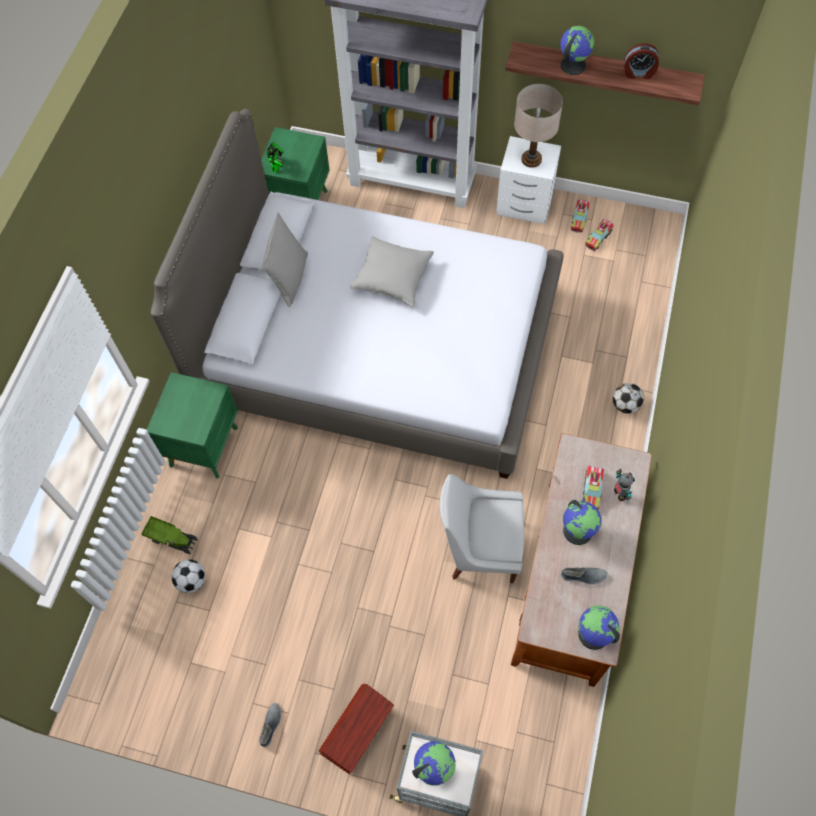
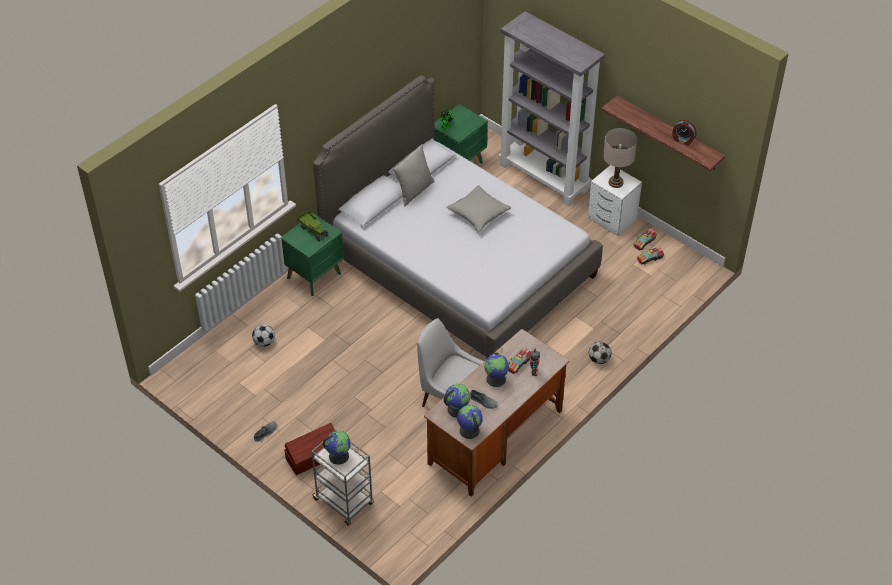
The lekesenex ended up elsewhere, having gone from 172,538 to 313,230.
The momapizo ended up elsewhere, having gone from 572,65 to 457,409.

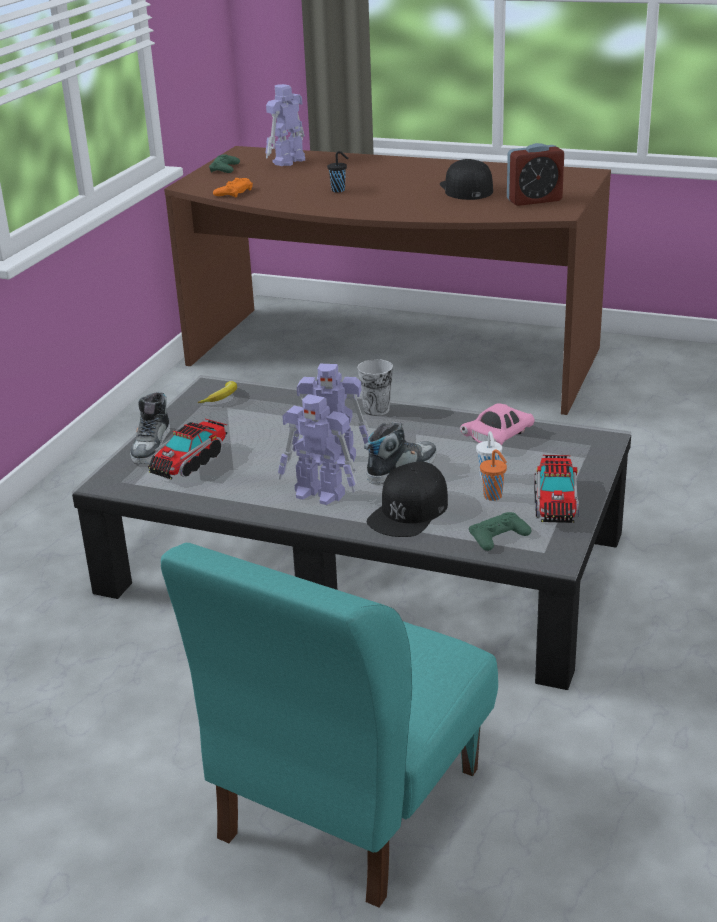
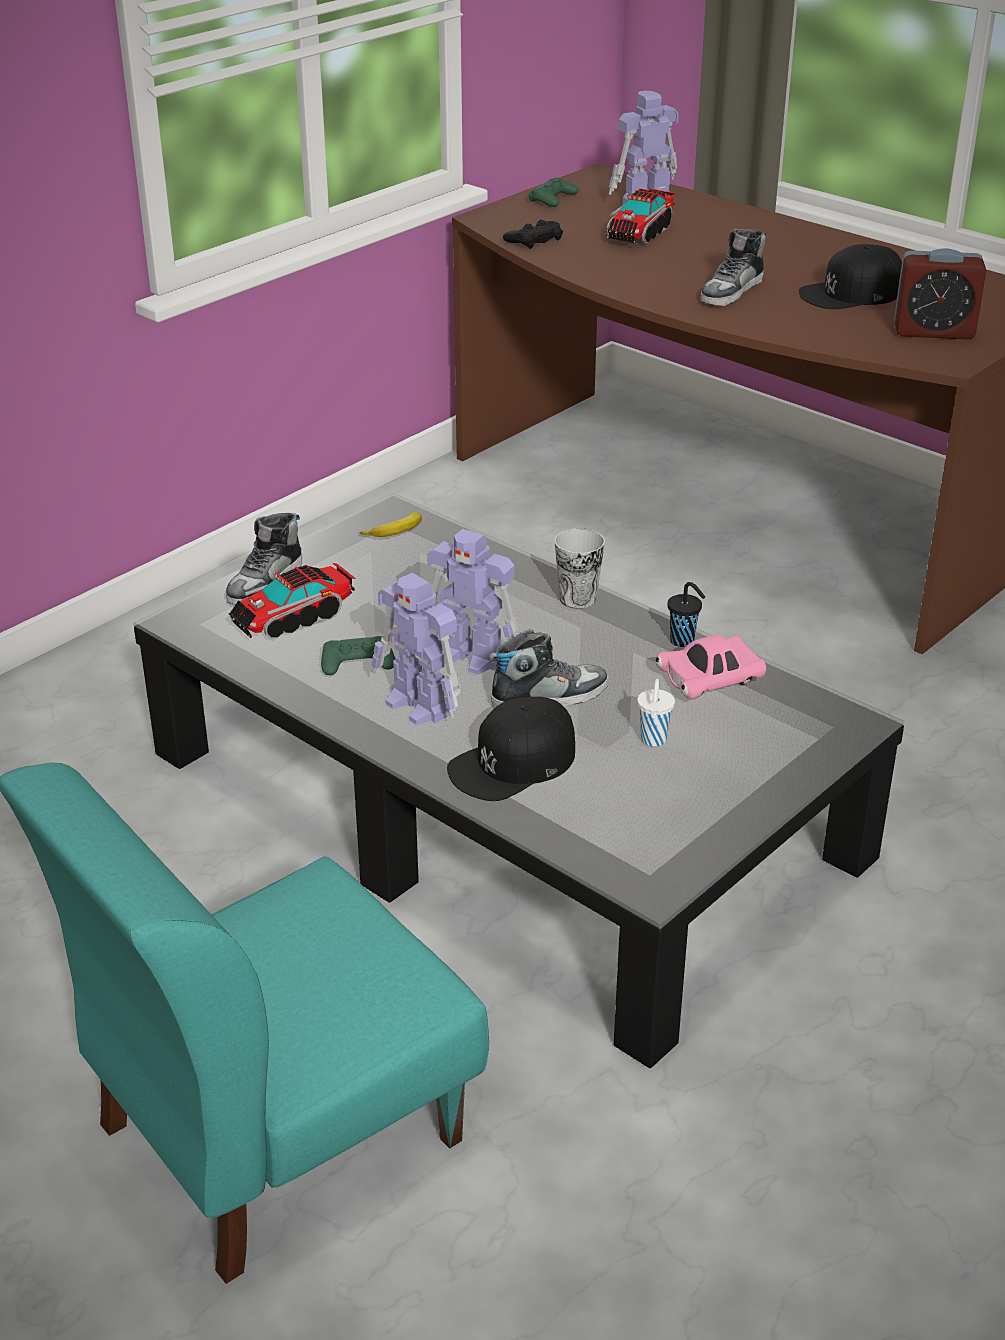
The second view lost the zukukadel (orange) at 493,496.
The second view gained the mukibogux at 732,291.
The zukukadel (black) ended up elsewhere, having gone from 339,190 to 683,641.
The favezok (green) ended up elsewhere, having gone from 498,536 to 357,662.
The lekesenex ended up elsewhere, having gone from 555,503 to 640,233.
What was the favezok (orange) at 233,192 turned into the favezok (black) at 534,240.
The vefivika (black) at 465,189 ended up facing another way, 120 degrees counterclockwise from before.

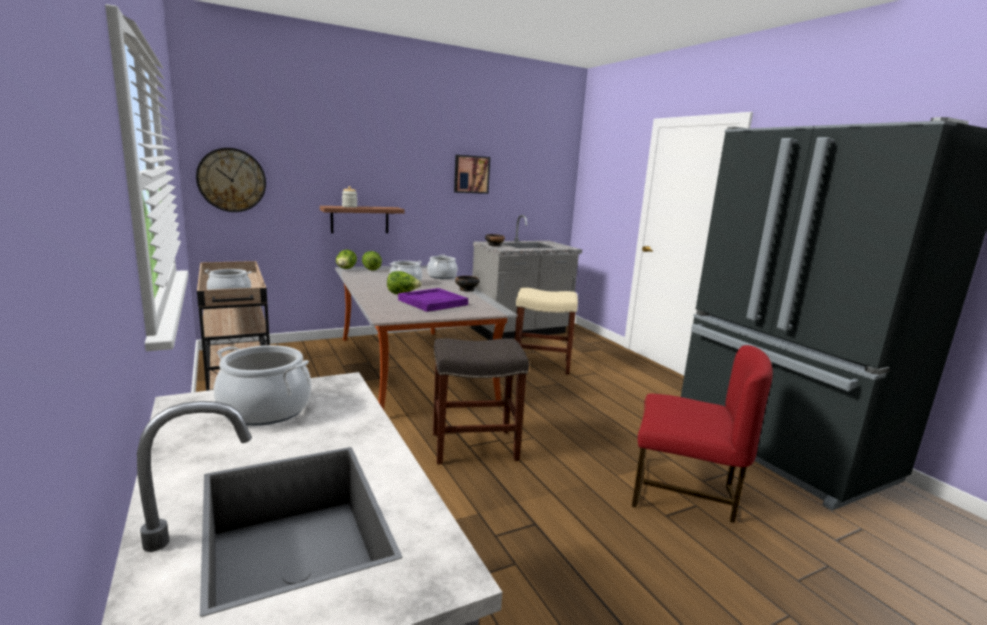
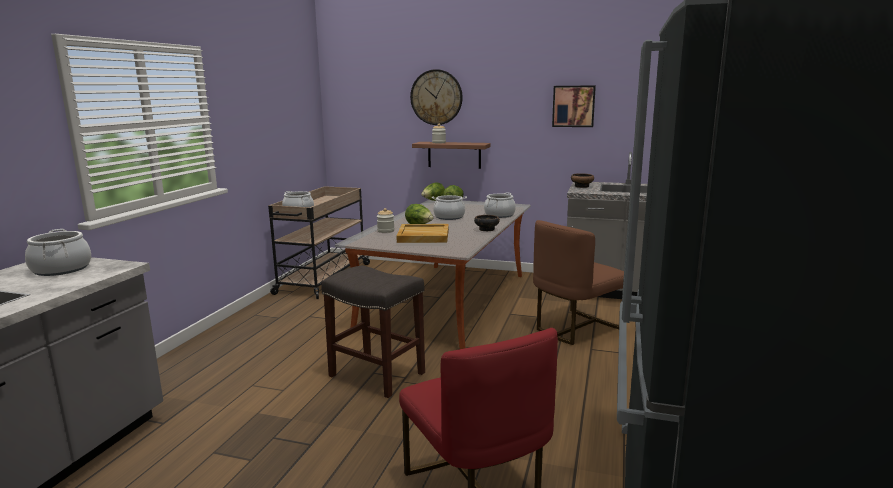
The second view gained the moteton at 385,231.
The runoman ended up elsewhere, having gone from 231,180 to 436,97.
Where the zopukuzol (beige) stood at 540,364, the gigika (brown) came to stand at 575,328.
What was the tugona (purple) at 432,302 turned into the tugona (beige) at 423,236.

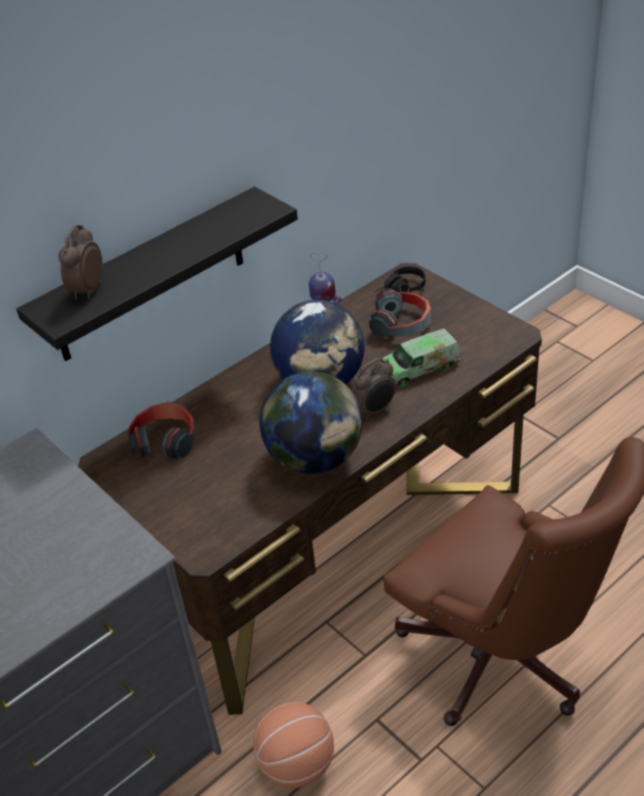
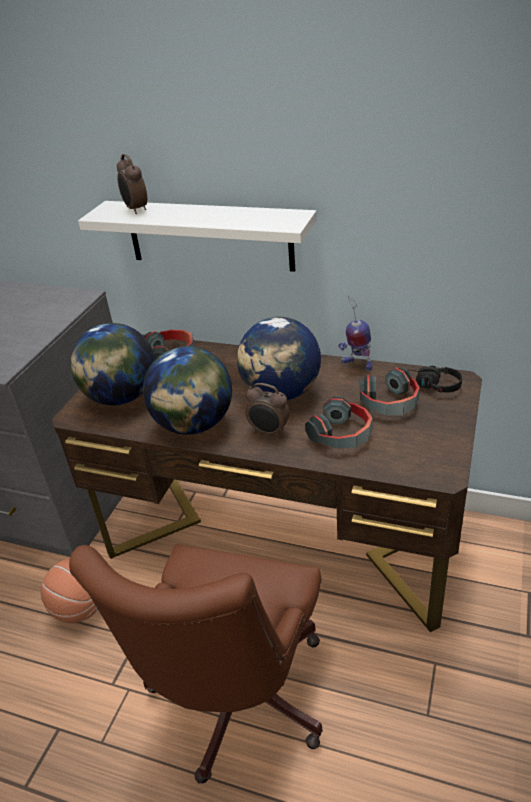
The second view gained the momapizo at 121,397.
Where the lekesenex stood at 420,368, the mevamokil came to stand at 342,435.
What was the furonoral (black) at 150,276 turned into the furonoral (white) at 209,235.
The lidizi at 87,291 ended up facing another way, 105 degrees counterclockwise from before.

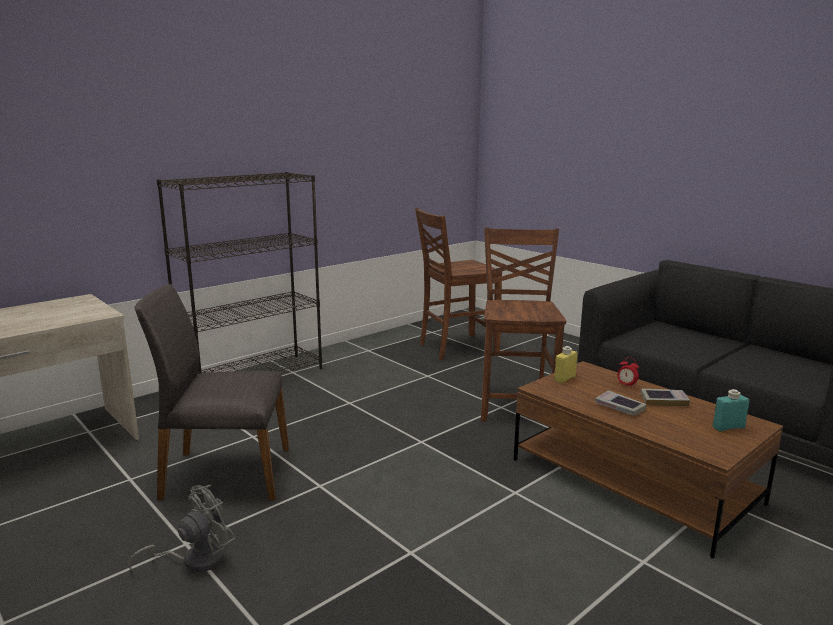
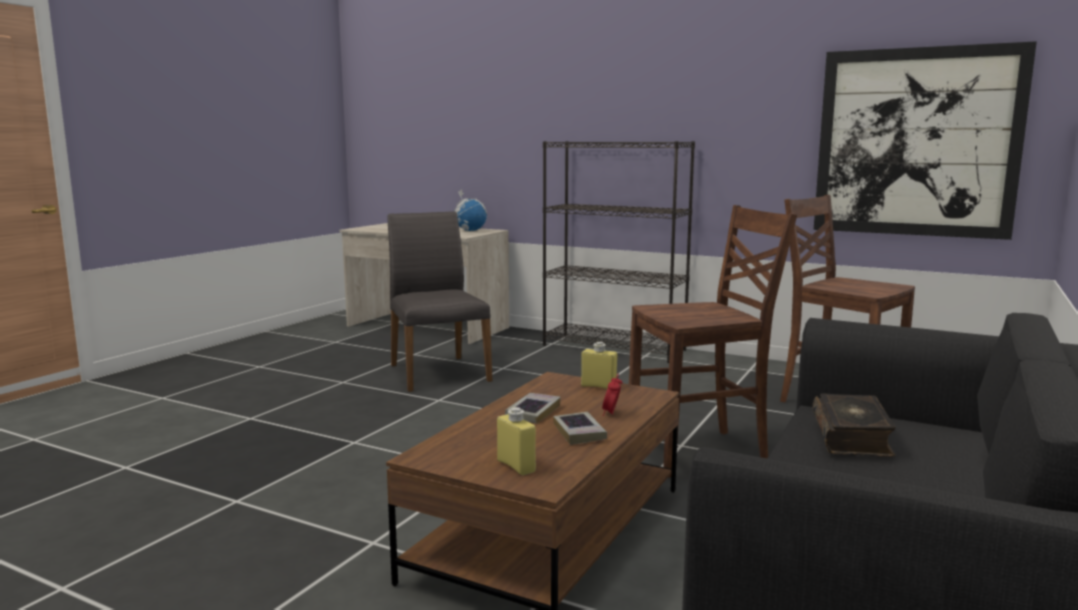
The second view lost the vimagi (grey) at 195,560.
The second view gained the momapizo at 470,231.
The second view gained the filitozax at 852,437.
The second view gained the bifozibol at 916,143.
What was the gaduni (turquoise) at 728,427 turned into the gaduni (yellow) at 516,466.

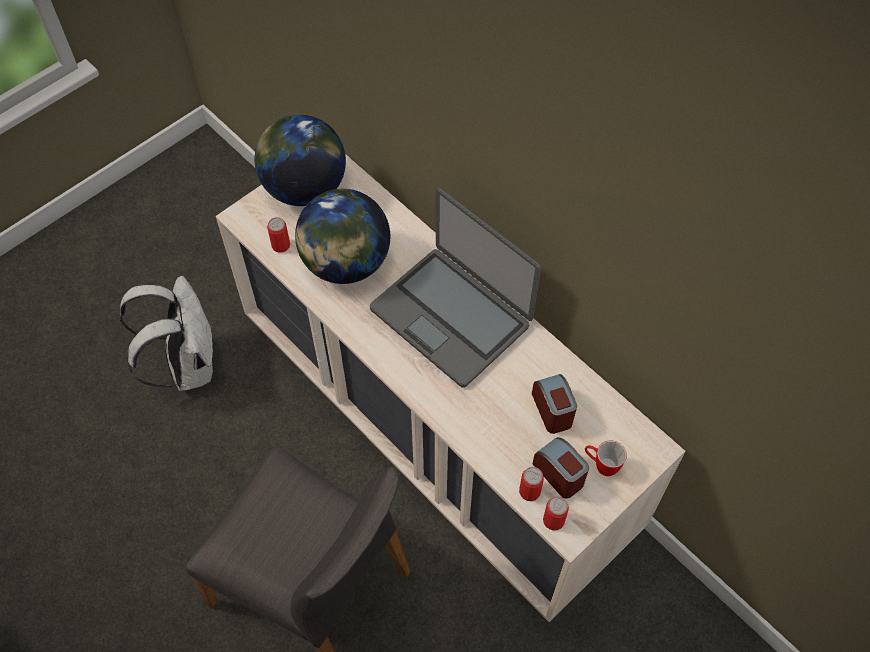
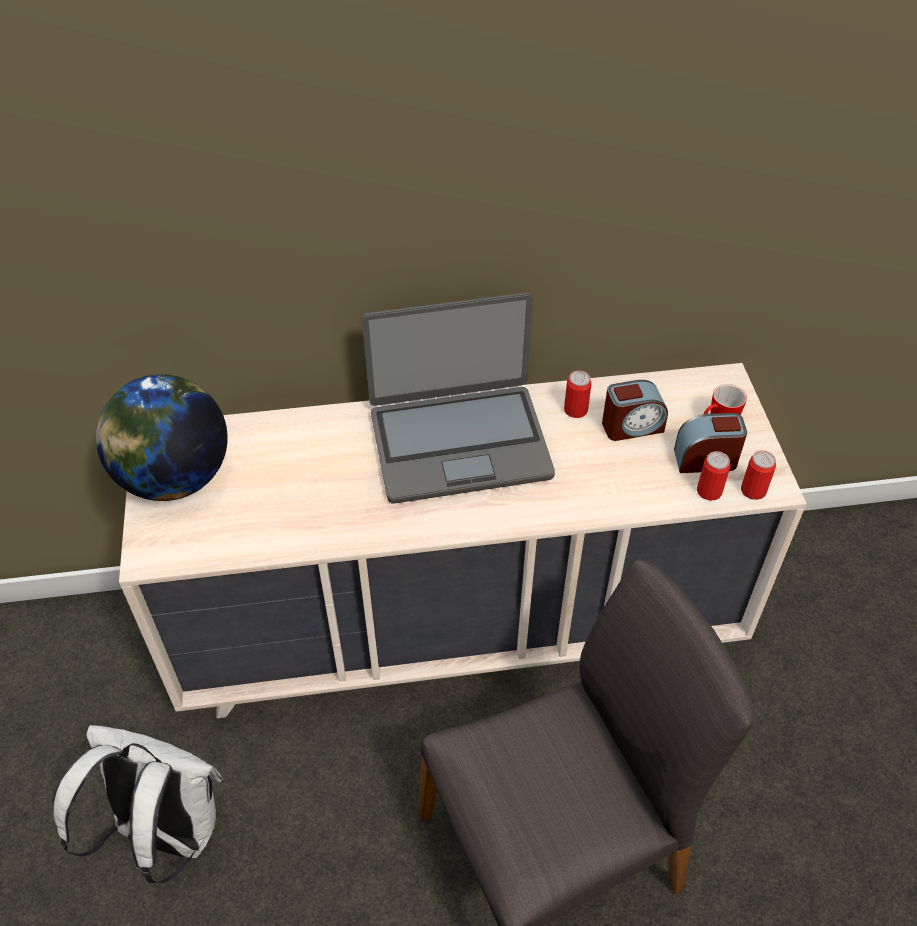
The second view lost the momapizo at 346,263.
The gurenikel ended up elsewhere, having gone from 281,245 to 575,410.
The lidizi at 553,410 ended up facing another way, 150 degrees clockwise from before.

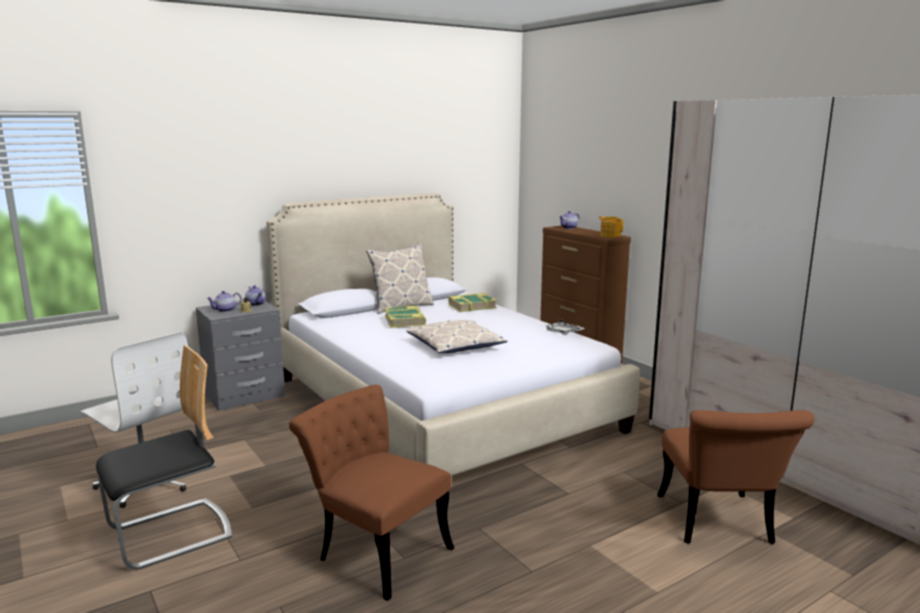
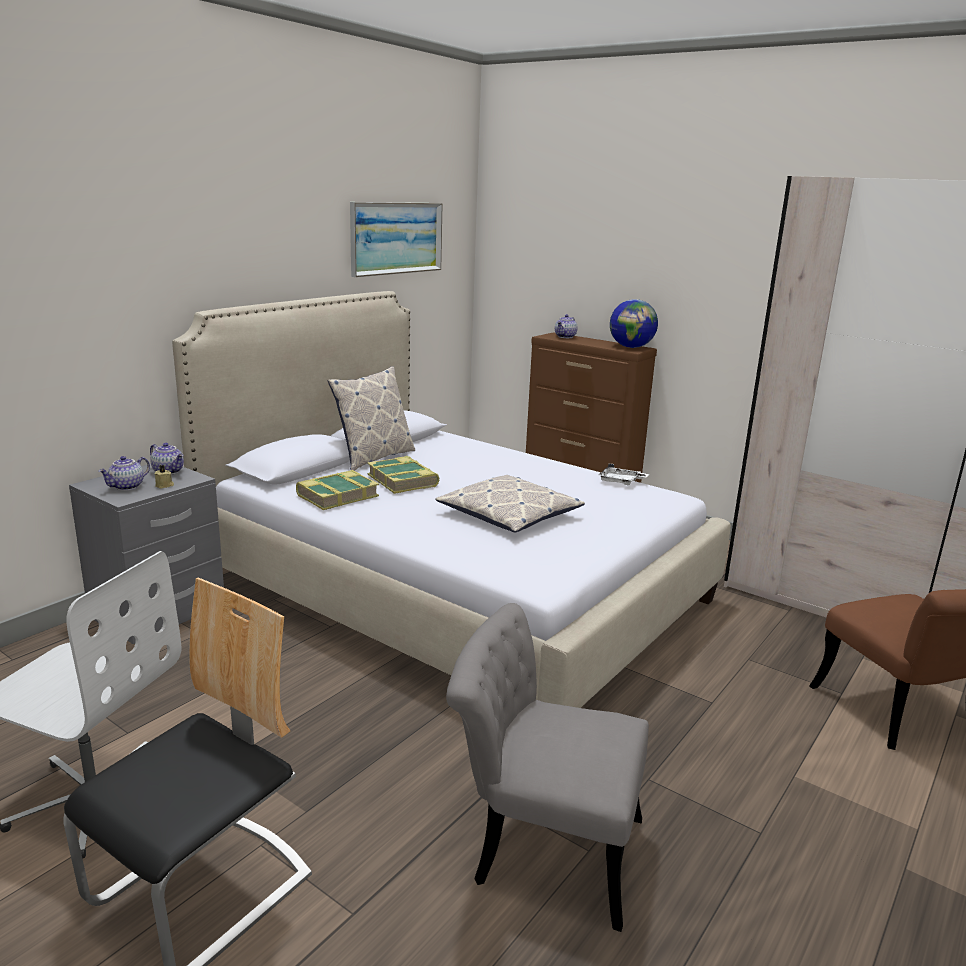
The second view gained the bifozibol at 396,238.
The filitozax ended up elsewhere, having gone from 472,306 to 337,496.
Where the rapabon stood at 610,235, the momapizo came to stand at 631,347.
What was the gigika (brown) at 375,550 turned into the gigika (grey) at 541,846.

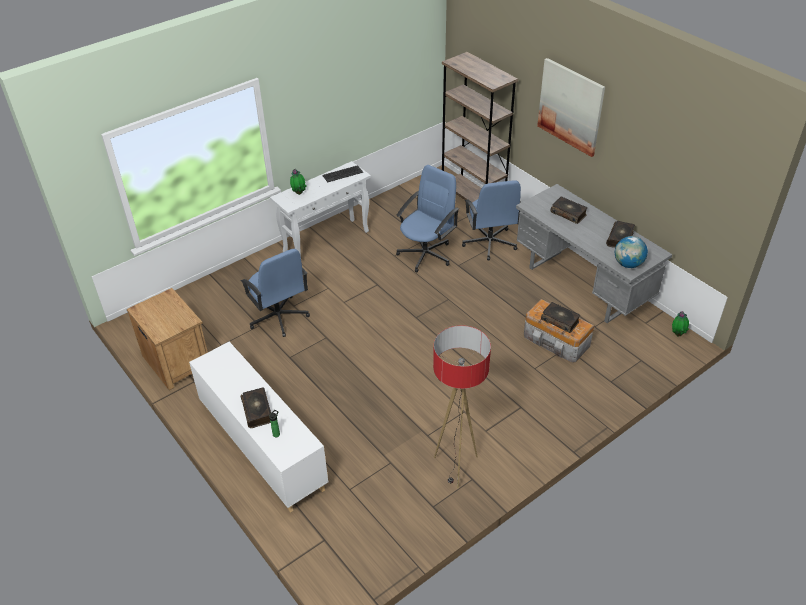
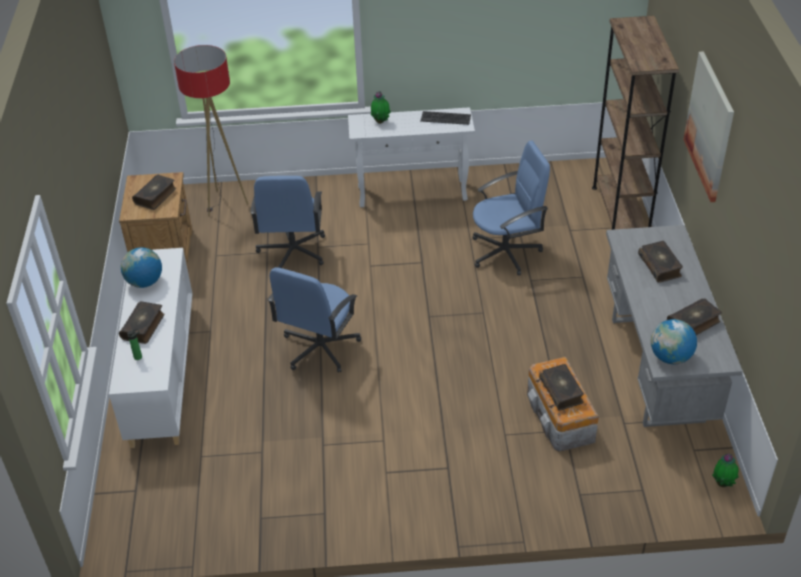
The second view gained the momapizo at 144,282.
The second view gained the filitozax at 156,196.
The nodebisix ended up elsewhere, having gone from 456,467 to 224,203.
The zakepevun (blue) ended up elsewhere, having gone from 489,243 to 319,348.

